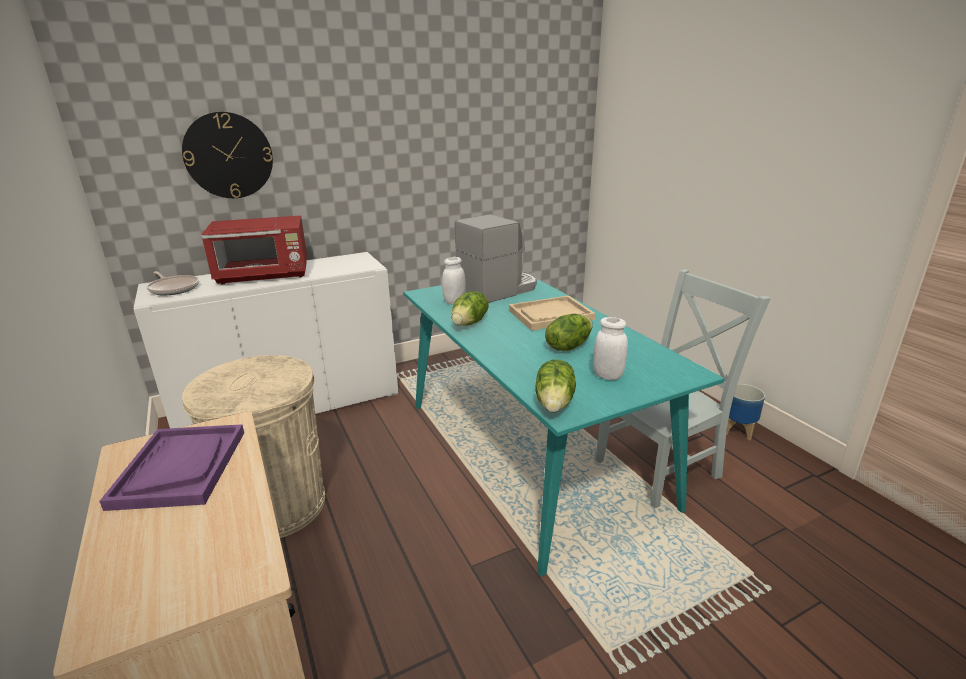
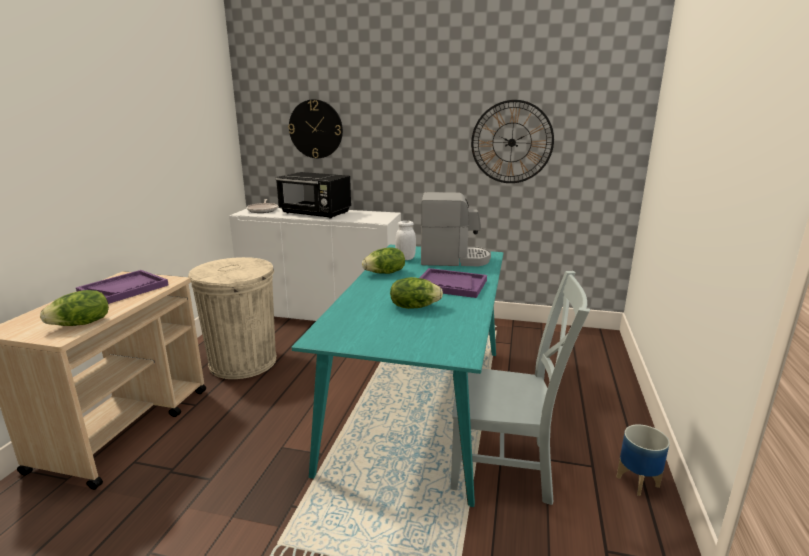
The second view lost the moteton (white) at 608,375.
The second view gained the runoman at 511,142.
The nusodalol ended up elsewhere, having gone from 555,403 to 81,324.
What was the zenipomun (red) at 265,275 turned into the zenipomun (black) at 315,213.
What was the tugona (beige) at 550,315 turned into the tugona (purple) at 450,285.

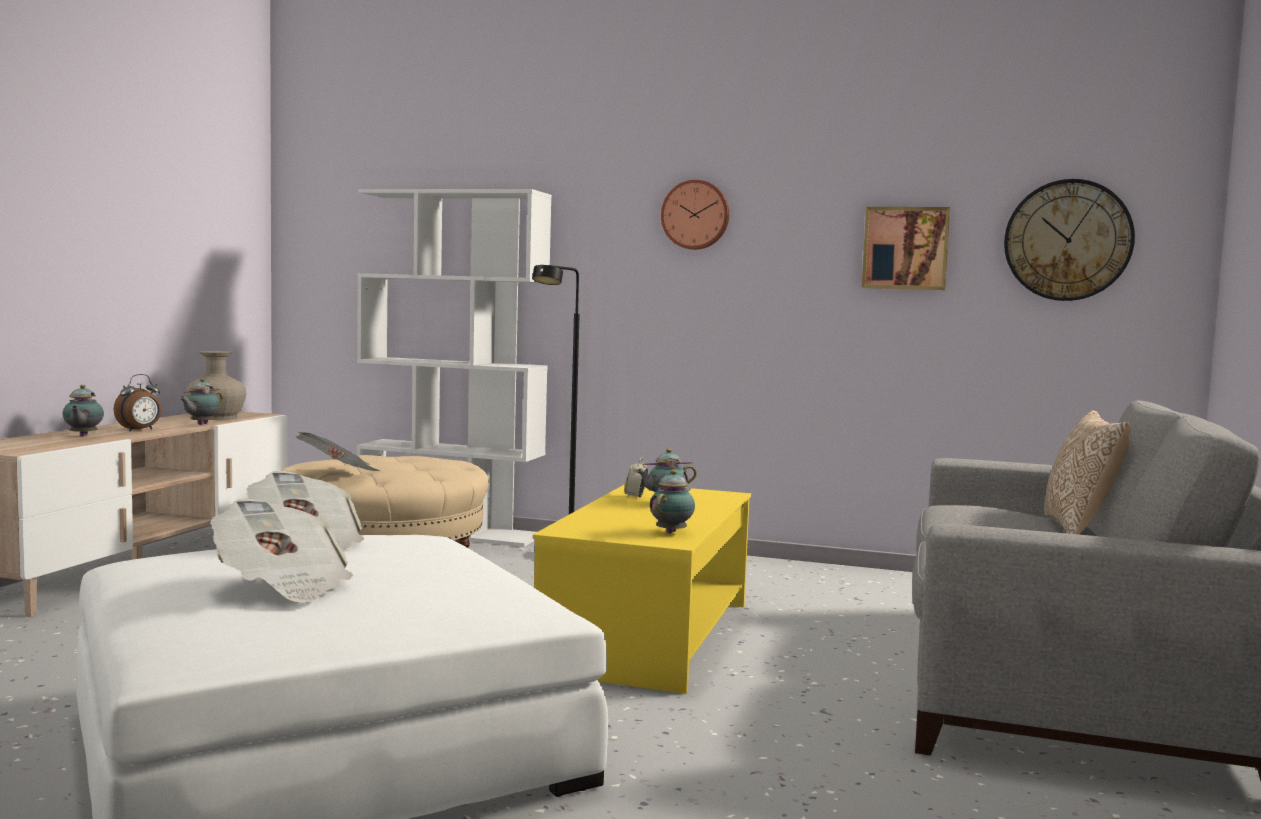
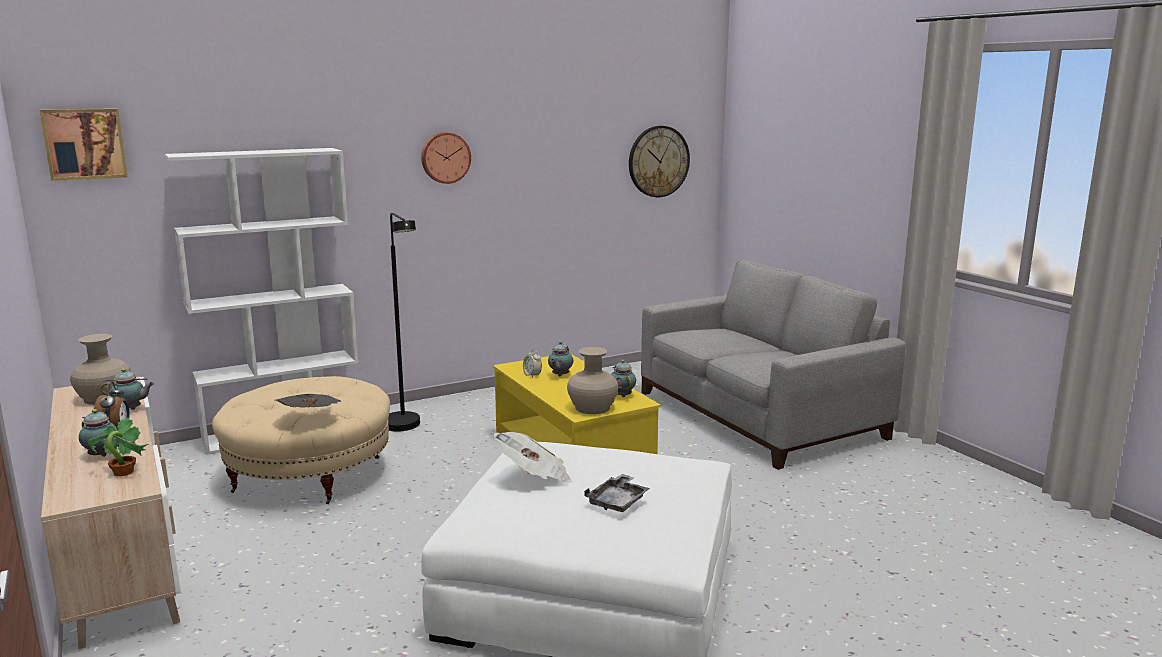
The second view lost the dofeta at 1080,528.
The second view gained the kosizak at 122,472.
The second view gained the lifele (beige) at 592,407.
The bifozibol ended up elsewhere, having gone from 905,248 to 84,144.
Where the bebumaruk stood at 282,585, the tugona (grey) came to stand at 618,502.
The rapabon at 201,424 ended up facing another way, 75 degrees counterclockwise from before.

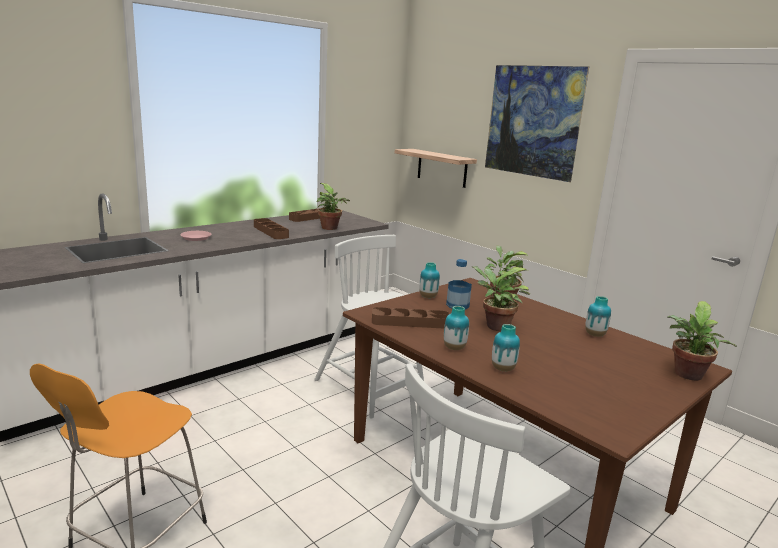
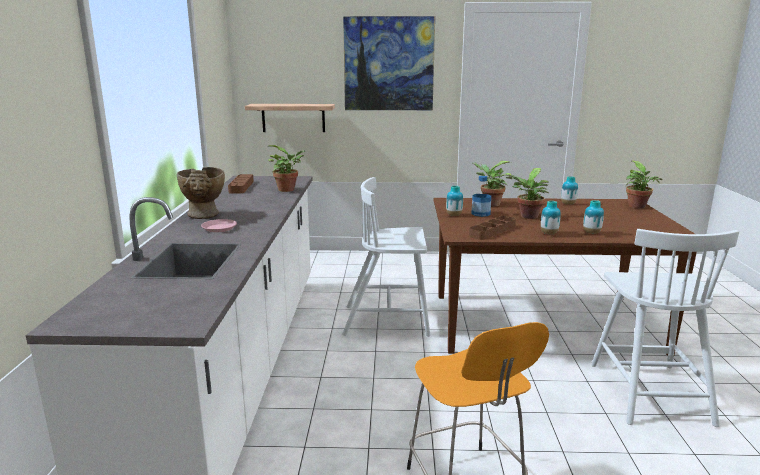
The second view lost the tugona (brown) at 270,232.
The second view gained the lifele (beige) at 204,216.

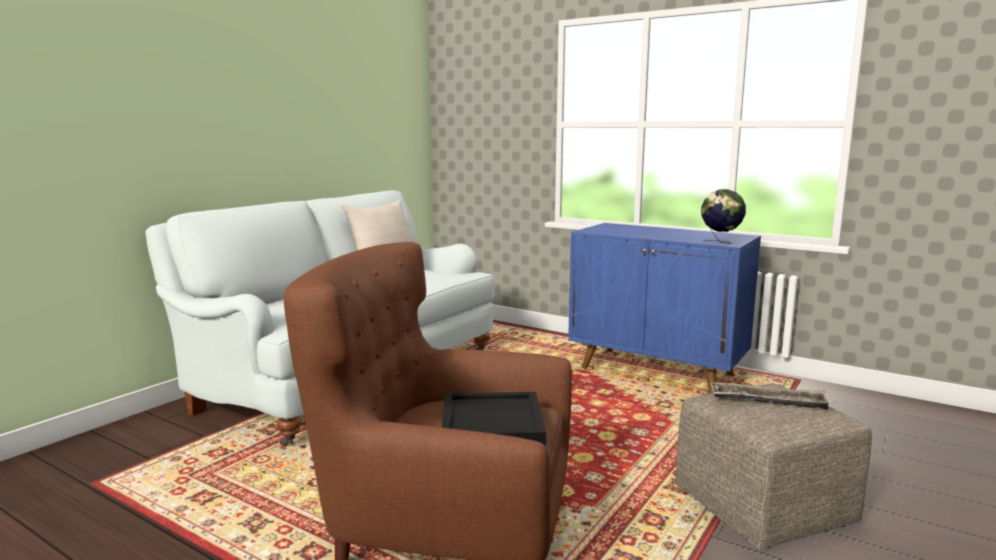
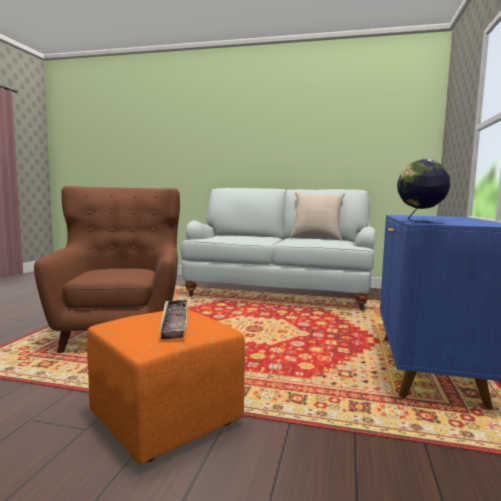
The second view lost the tugona (black) at 493,423.
What was the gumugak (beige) at 761,510 turned into the gumugak (orange) at 164,419.

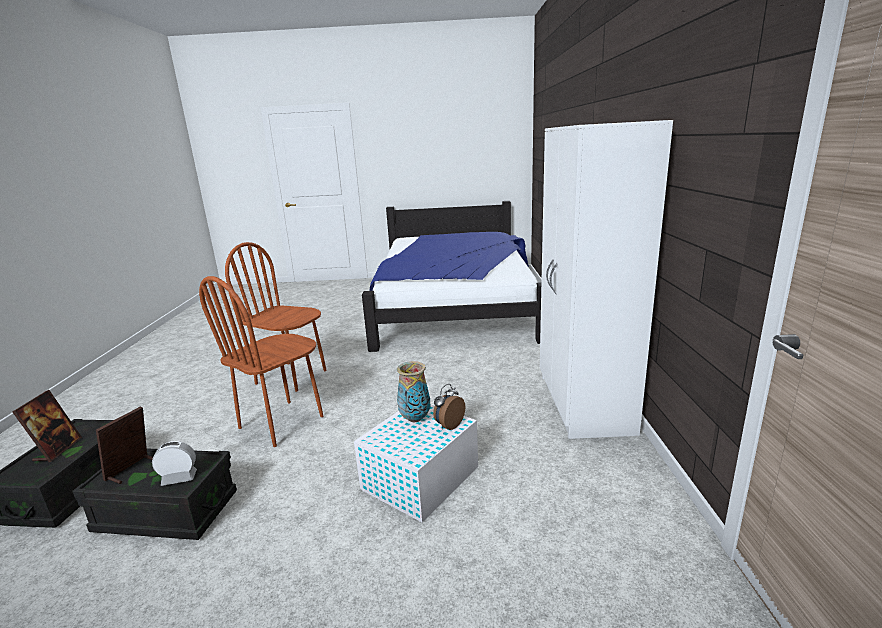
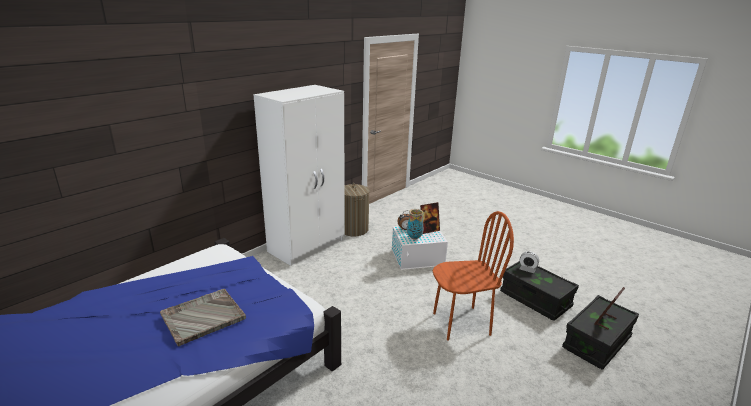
The second view lost the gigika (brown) at 292,377.
The second view gained the tugona (grey) at 202,317.
The second view gained the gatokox at 353,229.
The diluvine ended up elsewhere, having gone from 132,469 to 429,230.

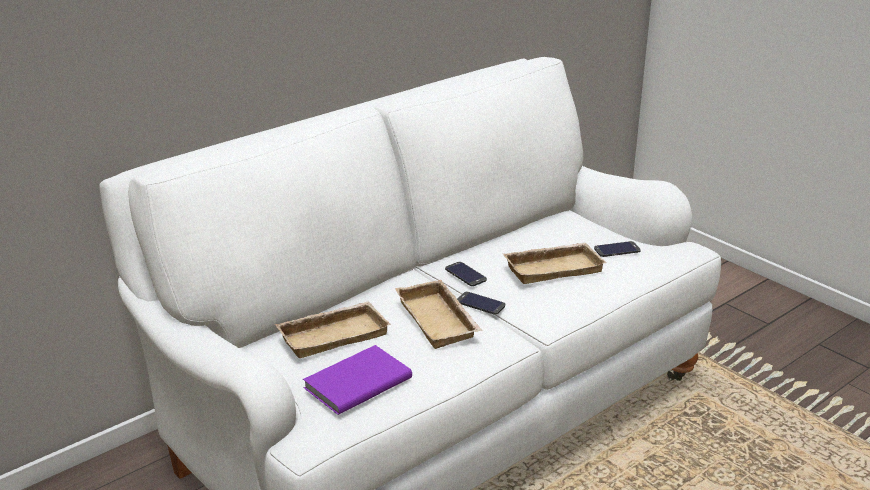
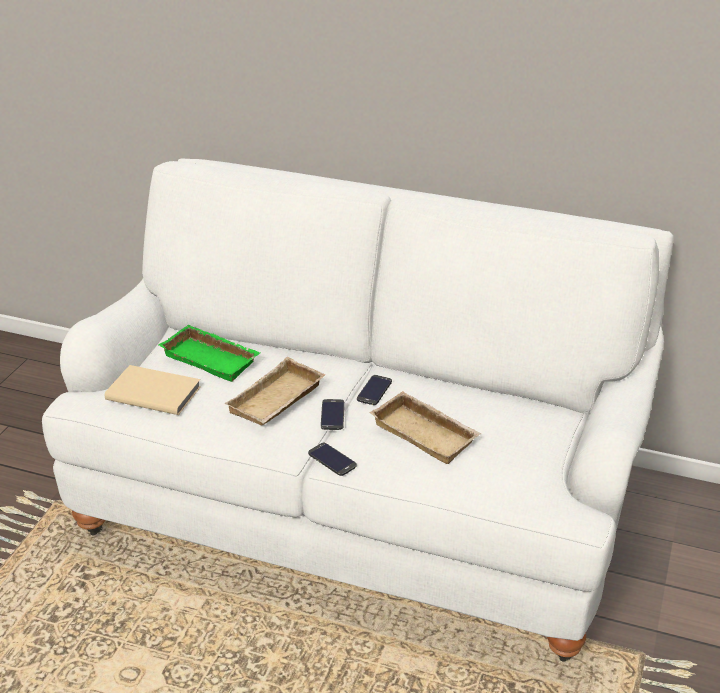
The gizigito ended up elsewhere, having gone from 617,249 to 332,459.
What was the tugona (beige) at 333,334 turned into the tugona (green) at 213,358.
What was the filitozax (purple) at 355,382 turned into the filitozax (beige) at 153,392.

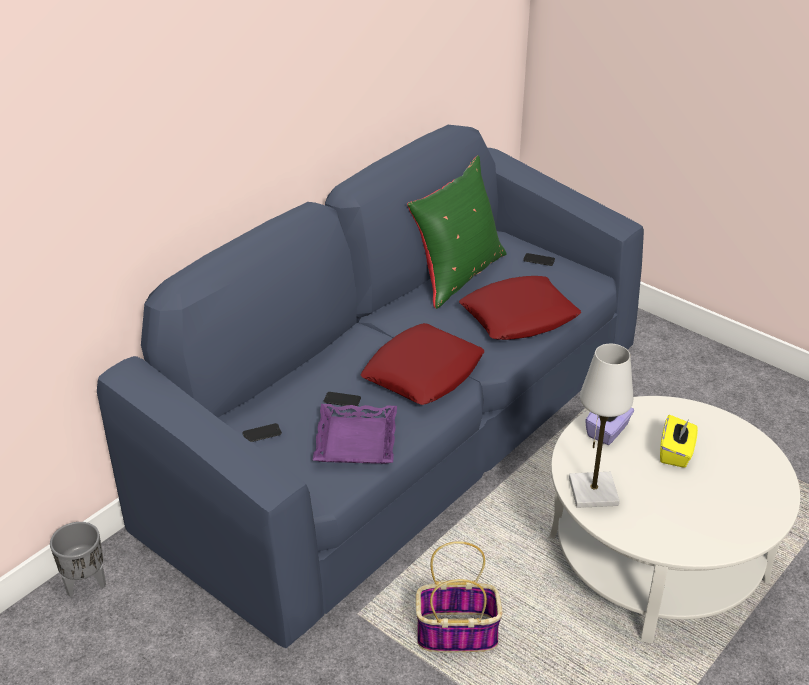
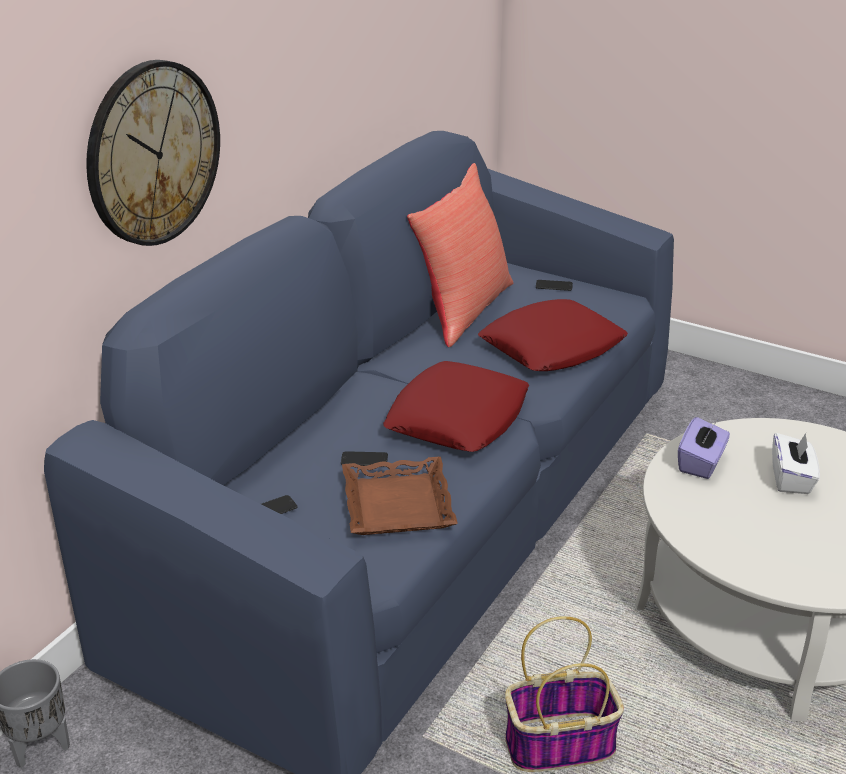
The second view lost the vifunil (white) at 593,492.
The second view gained the runoman at 153,153.
What was the tugona (purple) at 355,440 turned into the tugona (brown) at 396,504.
What was the dofeta (green) at 457,275 turned into the dofeta (red) at 462,310.
What was the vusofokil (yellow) at 676,453 turned into the vusofokil (white) at 791,479.

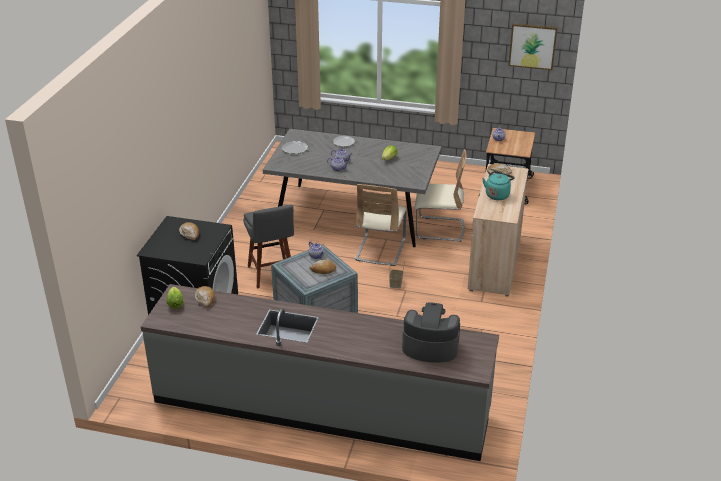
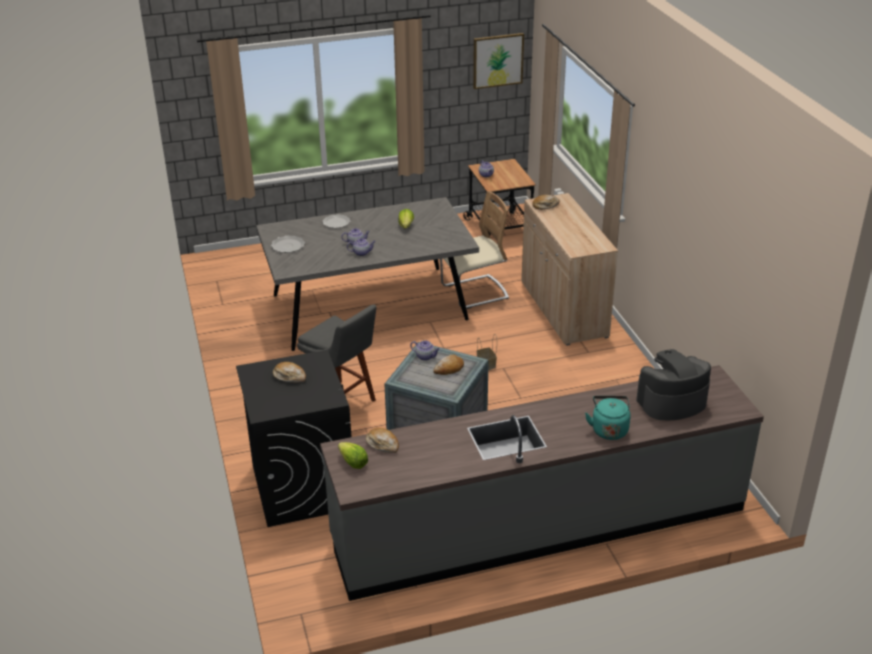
The second view lost the gigika (beige) at 380,250.
The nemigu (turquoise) ended up elsewhere, having gone from 497,195 to 609,429.

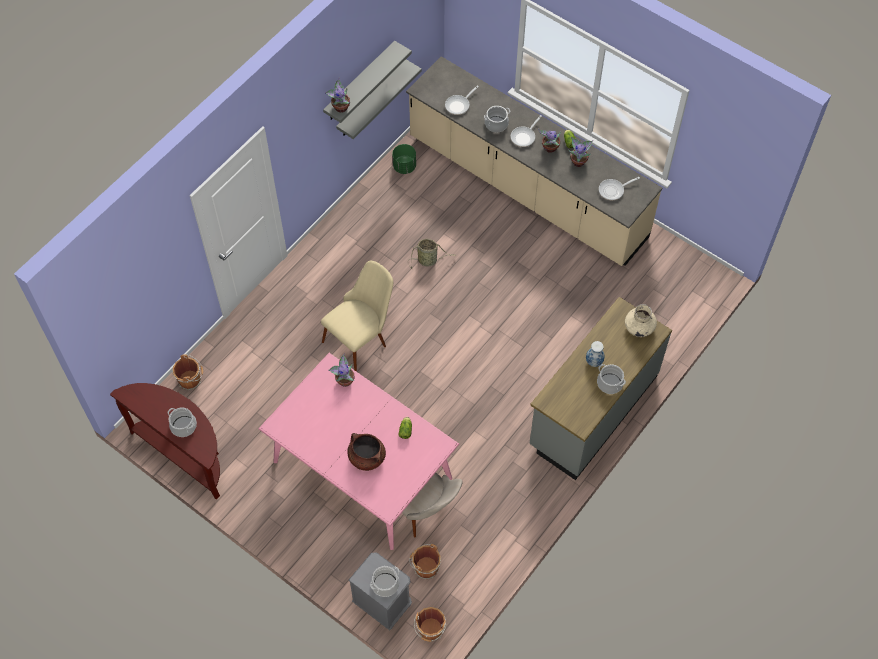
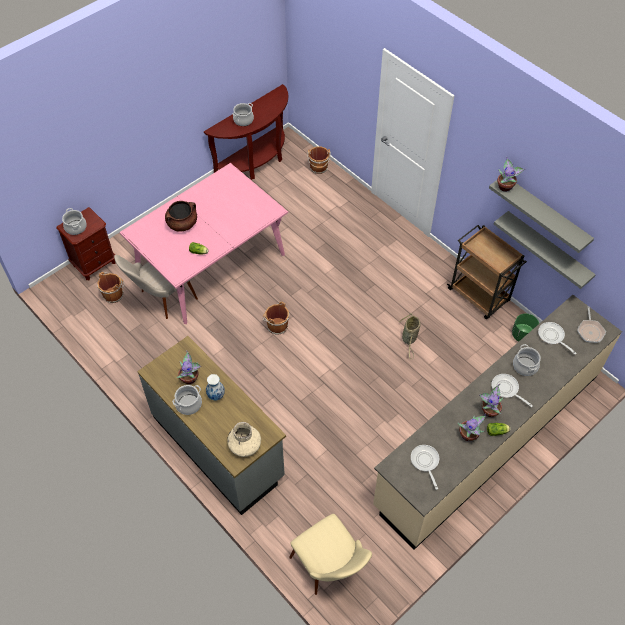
The second view gained the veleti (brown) at 479,296.
The second view gained the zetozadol at 590,331.
The gigika (beige) ended up elsewhere, having gone from 361,337 to 331,570.
The kosizak ended up elsewhere, having gone from 344,380 to 190,378.
The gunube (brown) ended up elsewhere, having gone from 430,630 to 276,326.
What was the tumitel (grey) at 383,604 turned into the tumitel (brown) at 94,264.

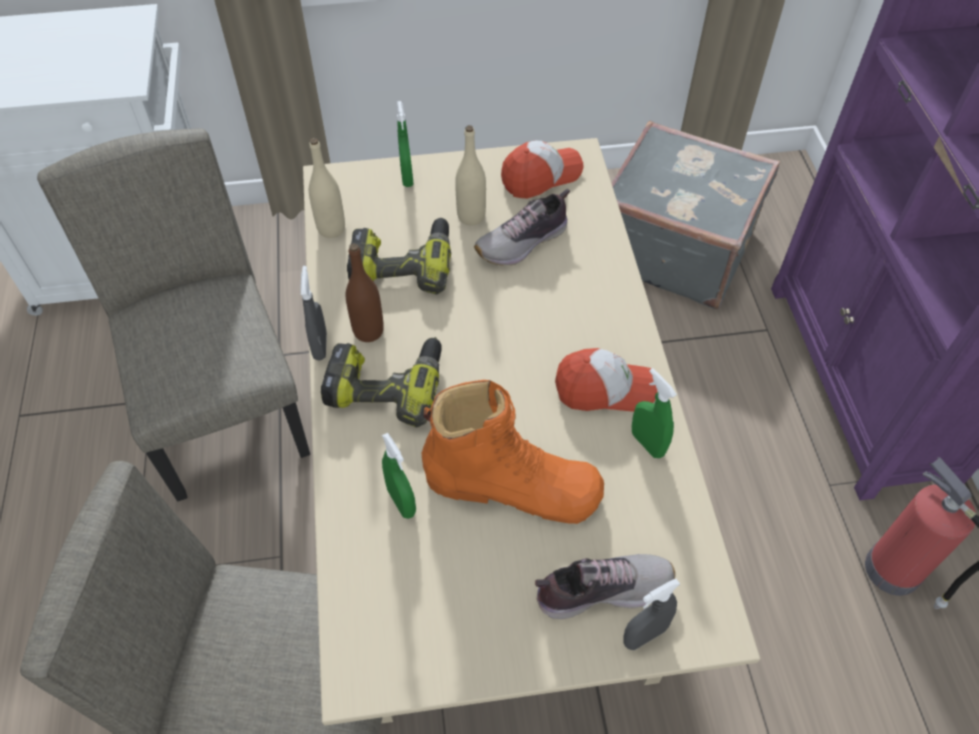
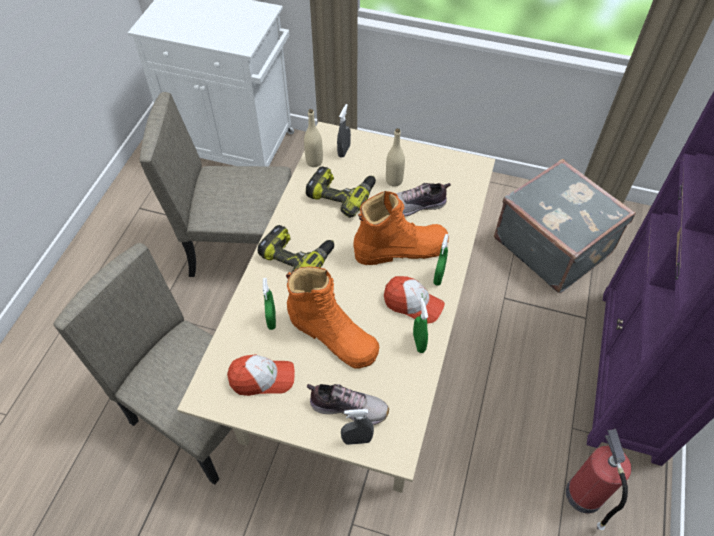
The second view lost the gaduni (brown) at 368,331.
The second view gained the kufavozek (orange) at 400,249.
The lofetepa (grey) ended up elsewhere, having gone from 320,346 to 344,151.
The lofetepa (green) ended up elsewhere, having gone from 407,177 to 438,277.
The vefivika ended up elsewhere, having gone from 541,176 to 262,378.
The gigika (beige) at 227,413 ended up facing another way, 90 degrees counterclockwise from before.

